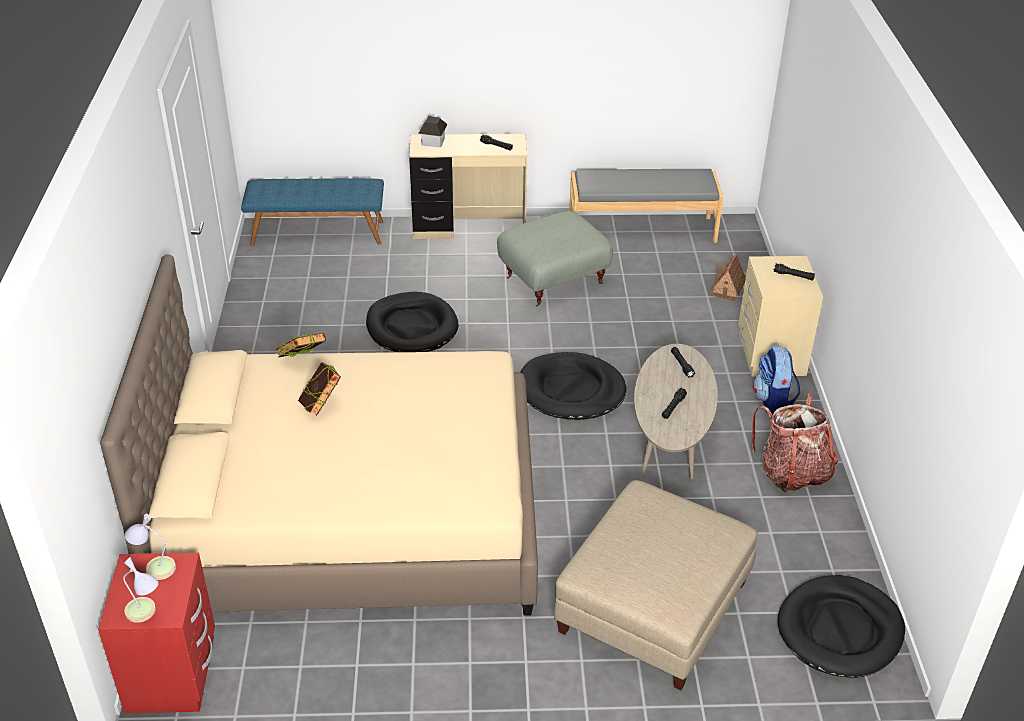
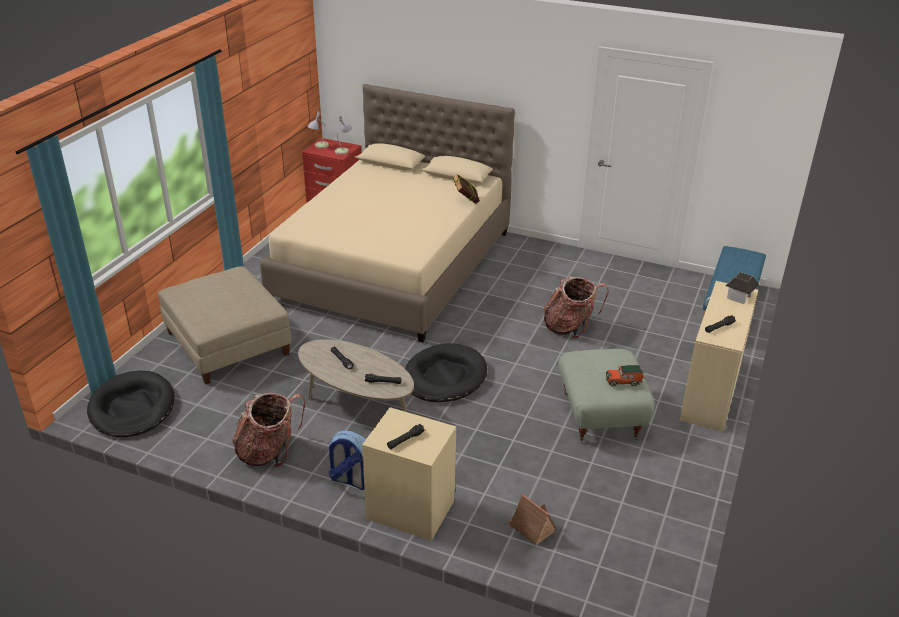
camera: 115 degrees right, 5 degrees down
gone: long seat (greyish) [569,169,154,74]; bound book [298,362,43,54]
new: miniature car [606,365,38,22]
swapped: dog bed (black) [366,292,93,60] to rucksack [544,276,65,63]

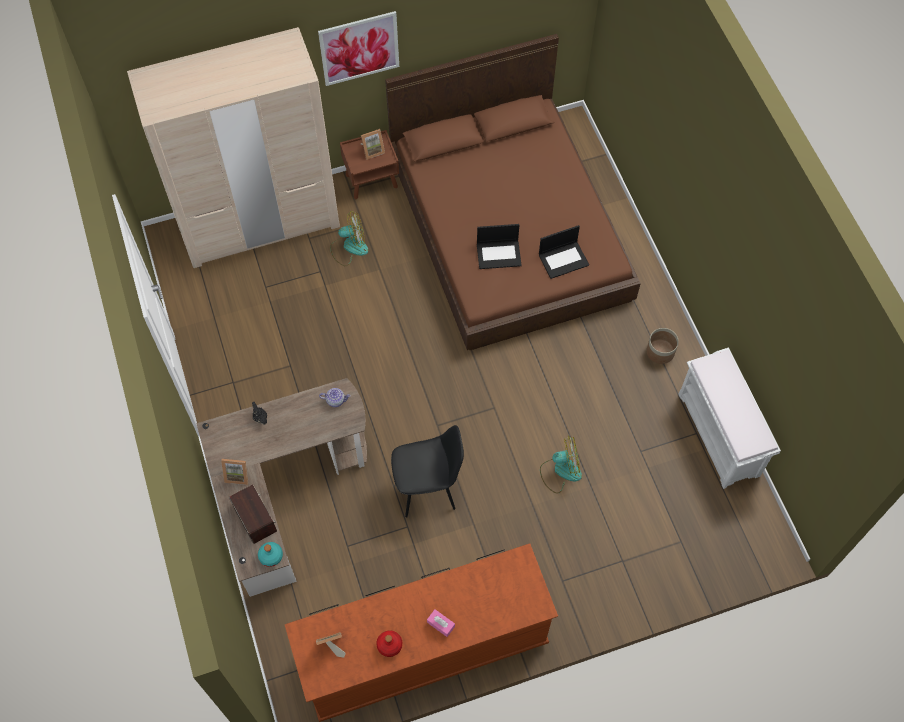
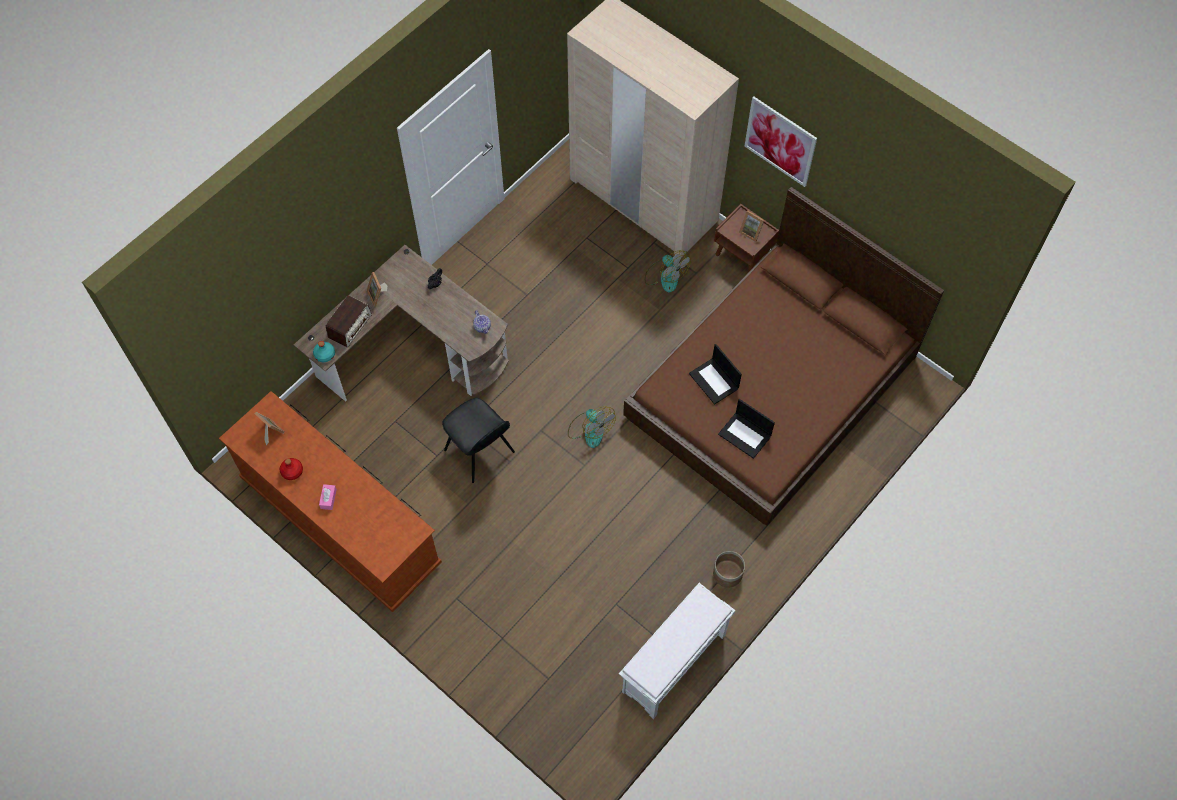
camera: 60 degrees right, 0 degrees up
shifted: electric fan [540,435,42,59] to [568,406,48,42]

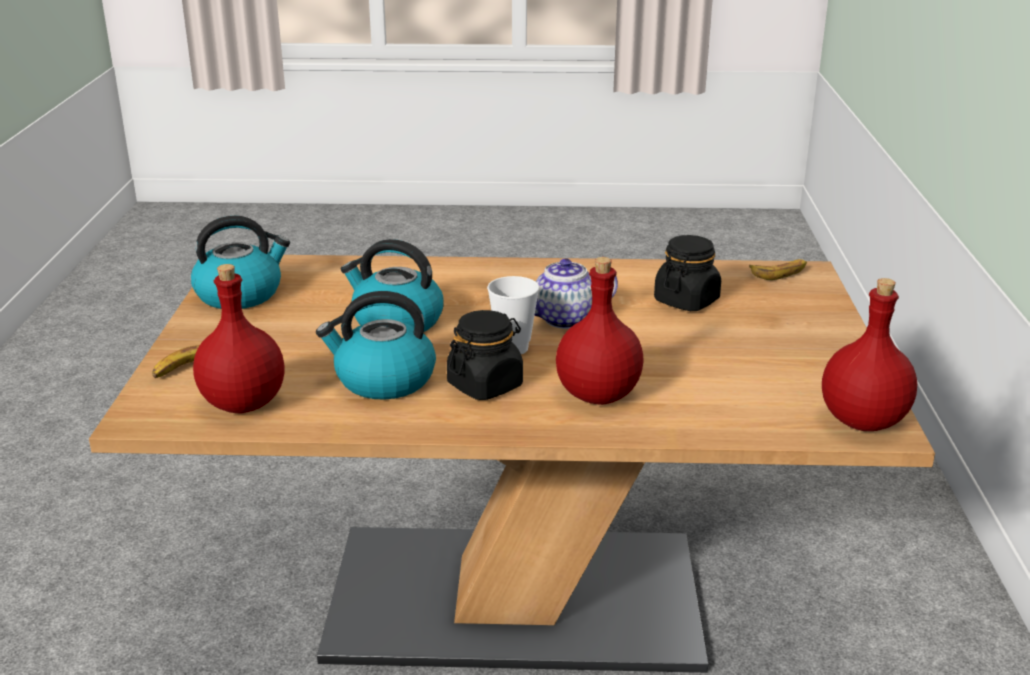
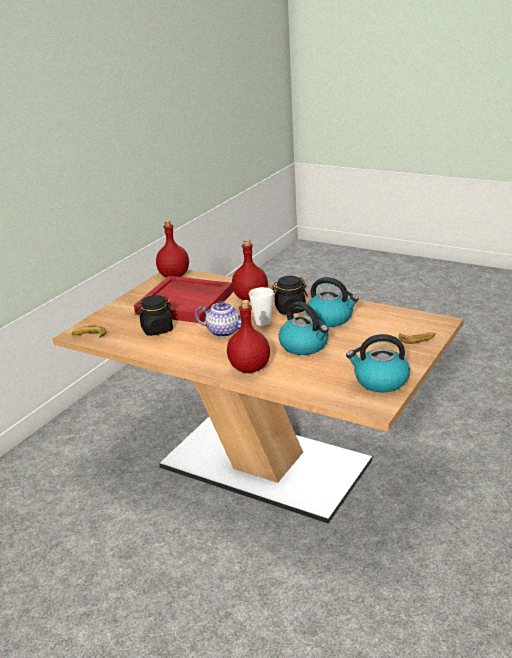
camera: 150 degrees left, 0 degrees up
new: carrying tray (red-coloured) [134,276,99,47]
shifted: drink bottle (red-coloured) [193,264,91,150] to [227,300,43,73]

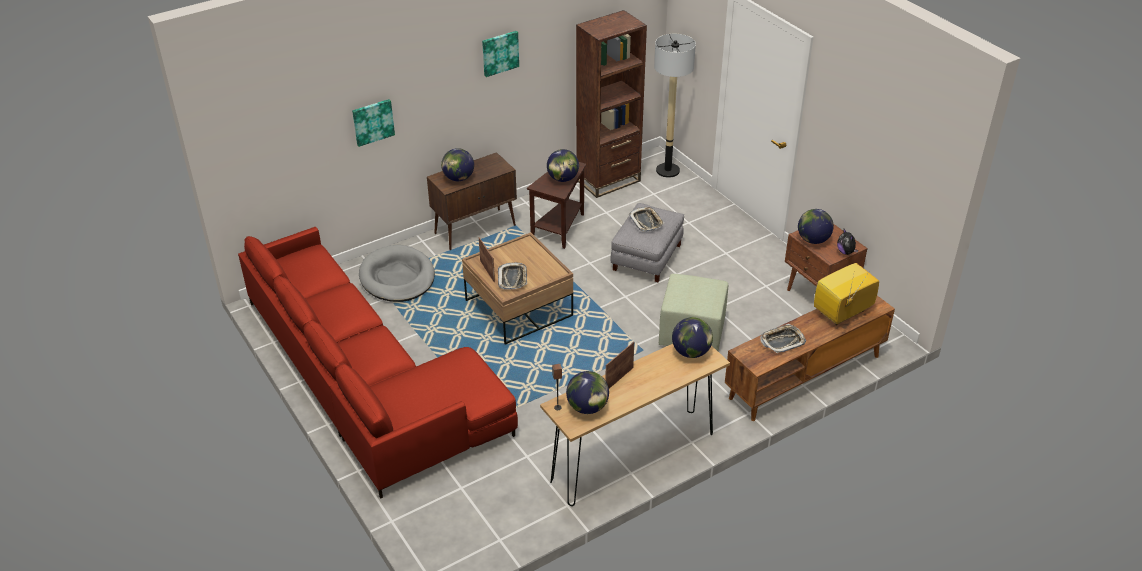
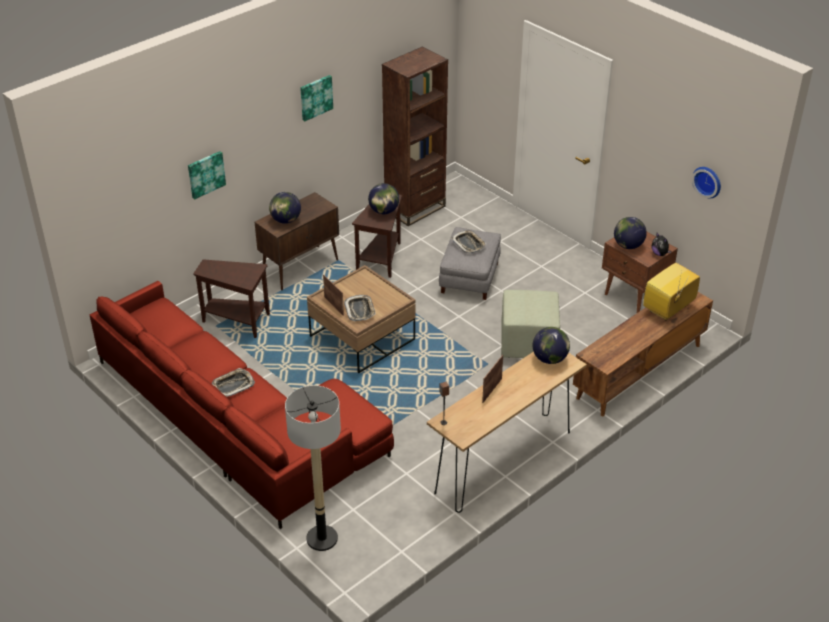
camera: 10 degrees left, 0 degrees up
gone: world globe [566,371,43,43]
new: hanging clock [692,167,29,31]
shifted: standing lamp [654,34,42,144] to [285,385,56,166]; carrying tray [760,324,46,29] to [211,368,44,29]
swapped: dog bed (greyish) [359,245,76,57] to side table (brownish) [193,260,77,78]

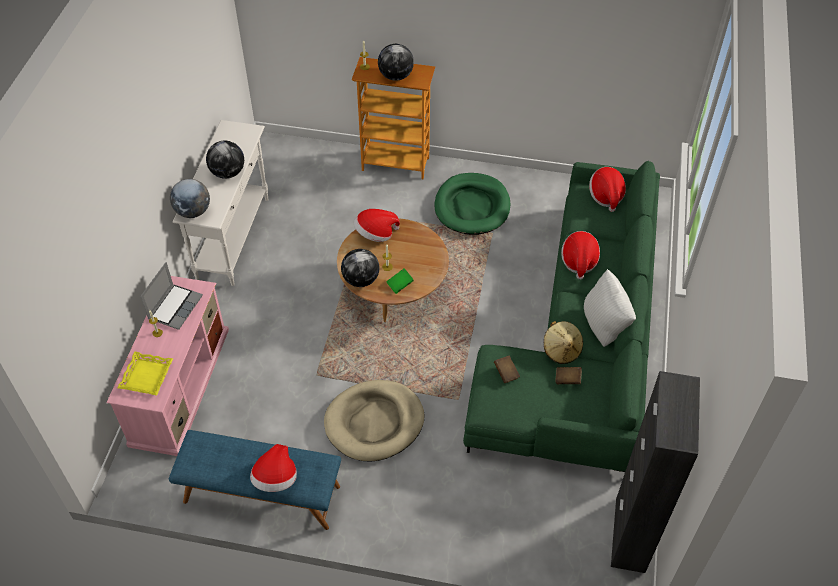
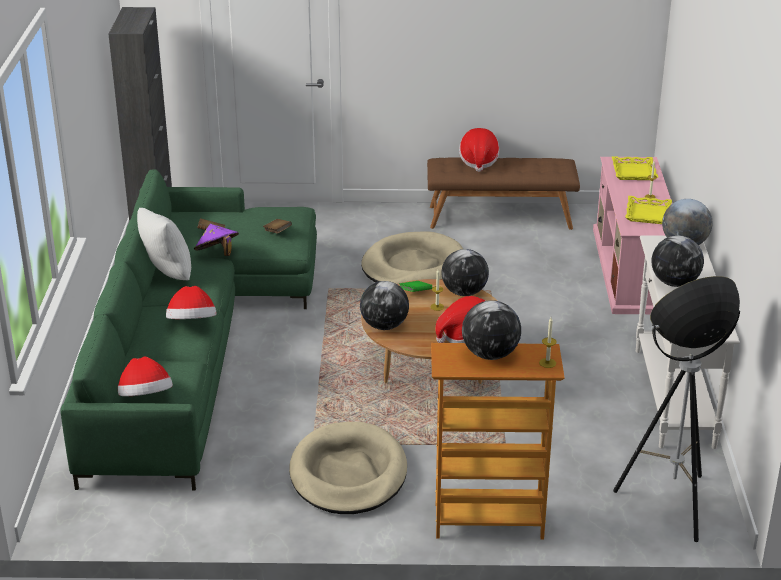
camera: 170 degrees right, 20 degrees down
new: standing lamp [613,276,127,266]; world globe [360,281,49,49]
swapped: laptop [140,262,63,68] to carrying tray (yellow-coloured) [625,196,47,28]
repainted: dog bed (greenish) [434,173,76,62] to dog bed (sand-coloured) [289,422,118,92]; hat (sand-coloured) [544,321,39,43] to hat (purplish) [194,224,45,32]; long seat (bluish) [169,430,172,100] to long seat (brownish) [427,157,153,73]

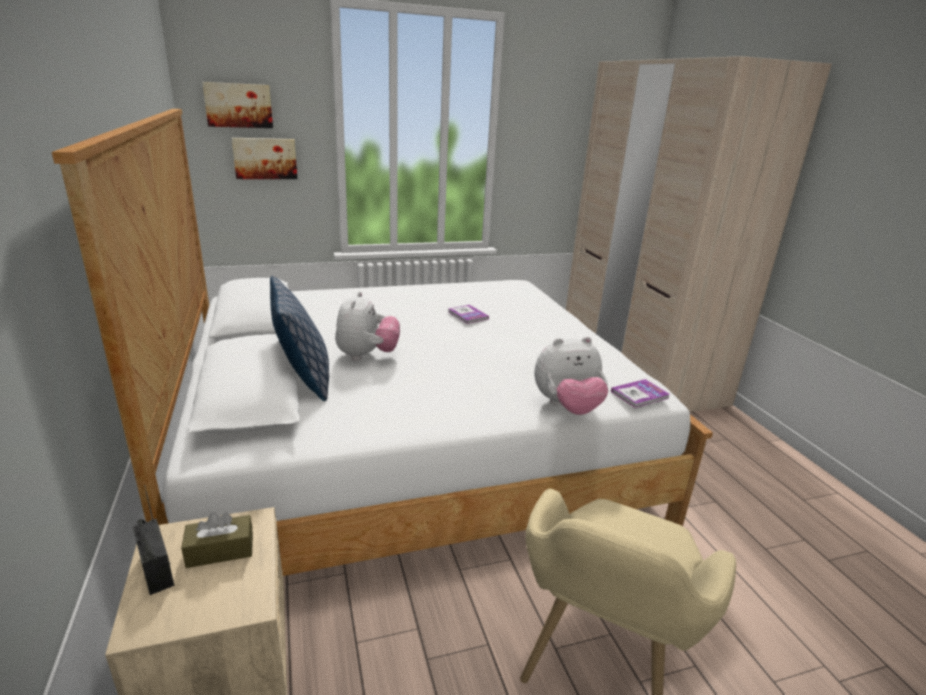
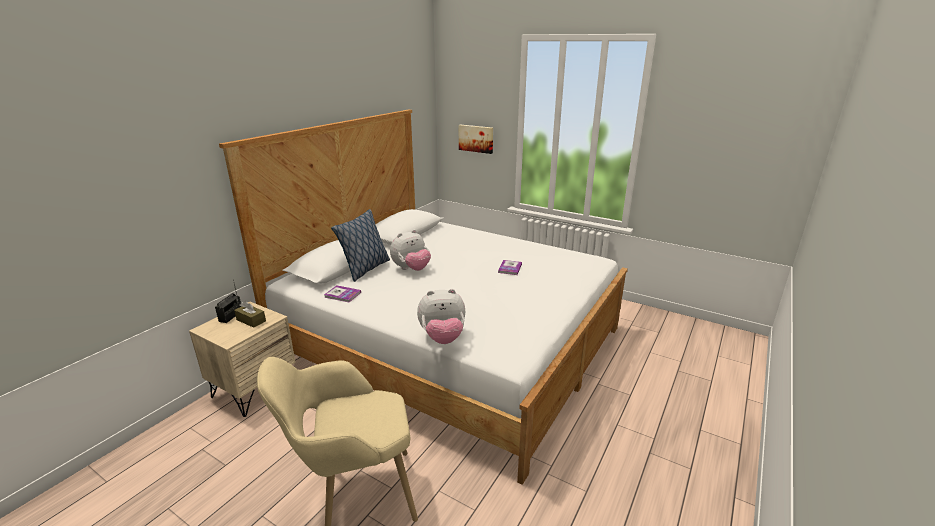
camera: 50 degrees right, 0 degrees up
gone: wardrobe (sand-coloured) [566,56,266,356]; picture [202,82,71,46]
shifted: bound book [611,379,59,29] to [324,285,37,17]
rotated: soft toy [534,337,74,78] = [417,289,48,55] 45 degrees counterclockwise

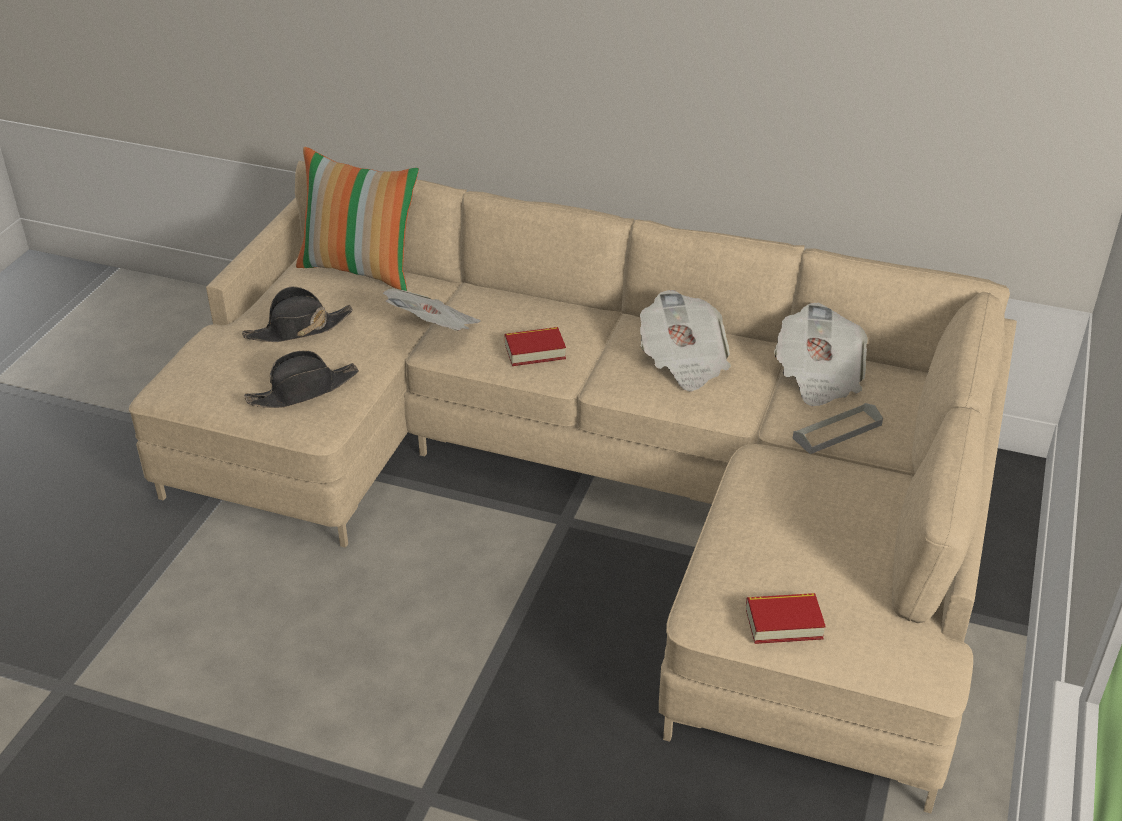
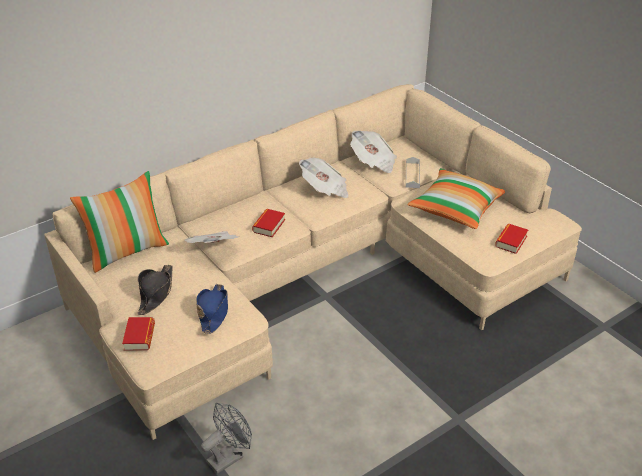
camera: 55 degrees left, 0 degrees up
new: throw pillow [407,168,98,61]; bound book [122,317,33,34]; electric fan (greyish) [201,403,51,71]
repainted: hat (black) [244,351,115,57] to hat (bluish) [196,284,32,50]

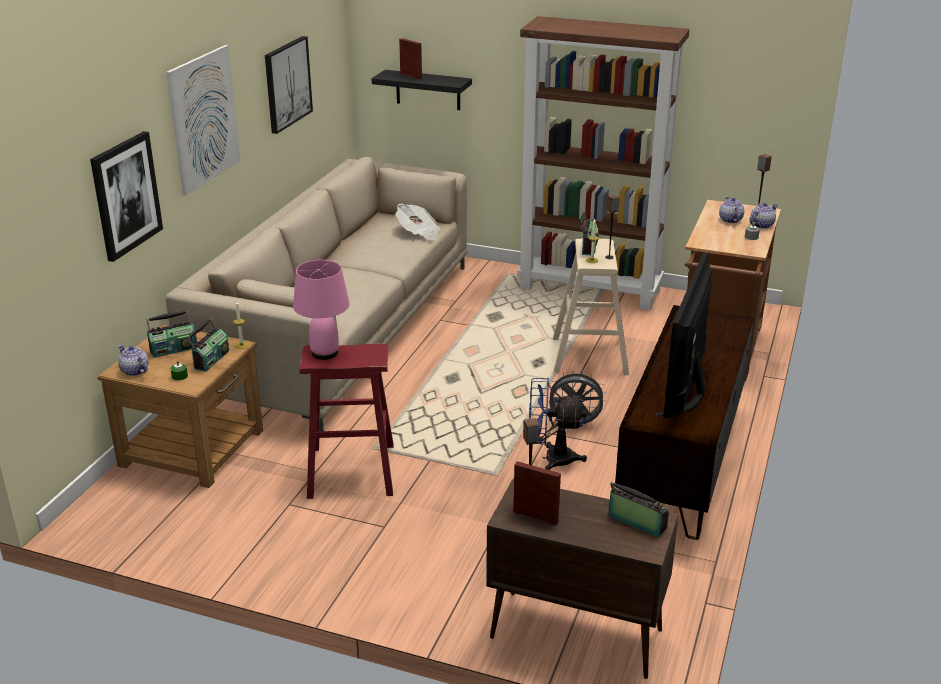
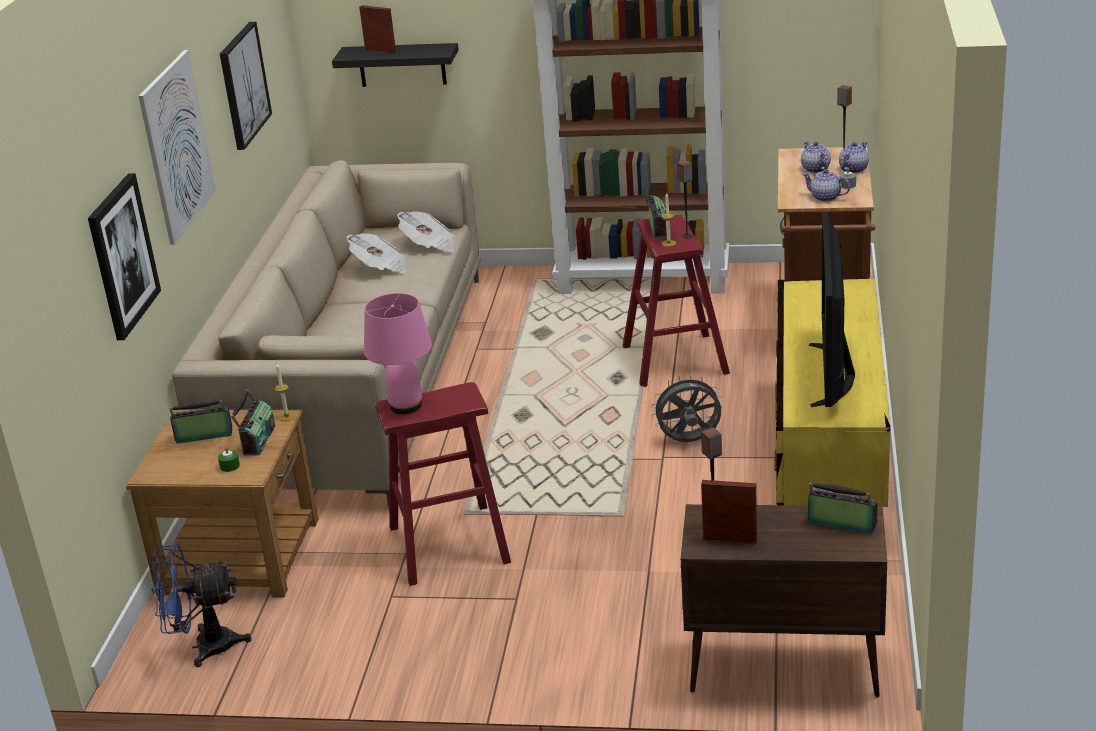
camera: 10 degrees left, 0 degrees up
new: printed paper [346,233,60,40]
shifted: tea pot [118,345,30,31] to [802,169,48,33]; electric fan (bluish) [529,378,58,92] to [150,543,102,124]
repainted: sitting stool (sand-coloured) [553,238,76,137] to sitting stool (red-coloured) [623,215,107,172]; tv stand (brownish) [615,305,139,235] to tv stand (yellow-coloured) [774,279,116,228]
rotated: radio receiver [146,311,51,47] = [170,400,62,44] 150 degrees counterclockwise

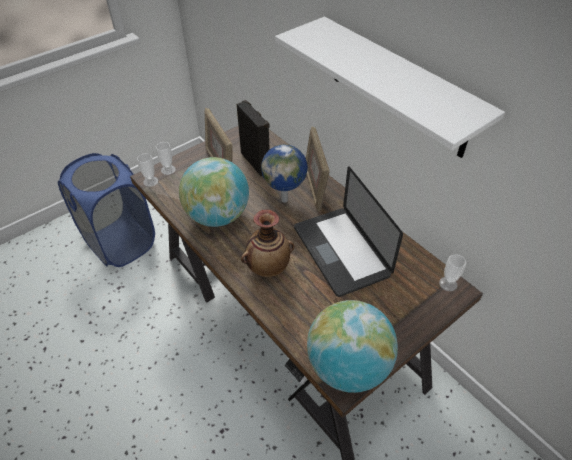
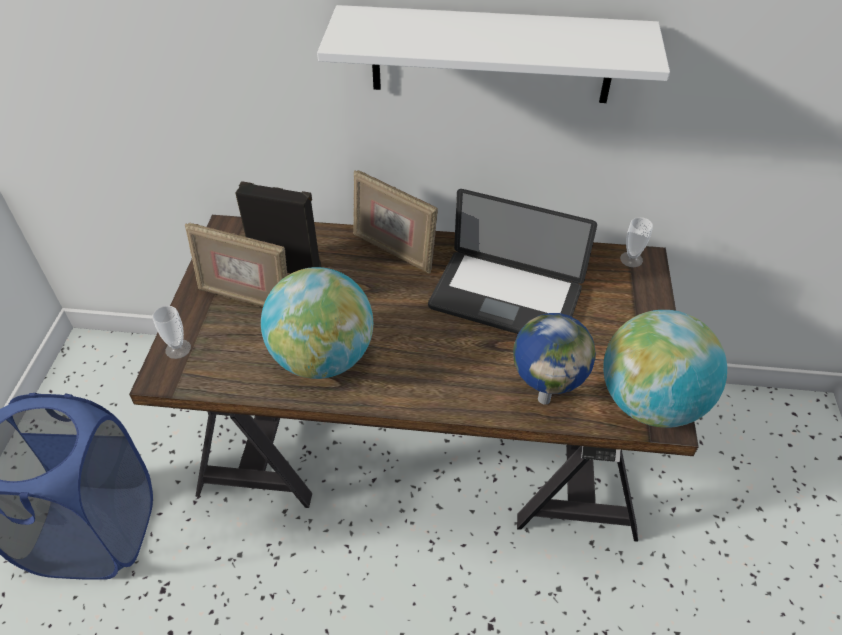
camera: 45 degrees left, 0 degrees up
gone: drinking cup [137,153,21,34]; decorative vase [241,209,53,68]
shifted: world globe [261,144,47,59] to [513,313,83,92]

